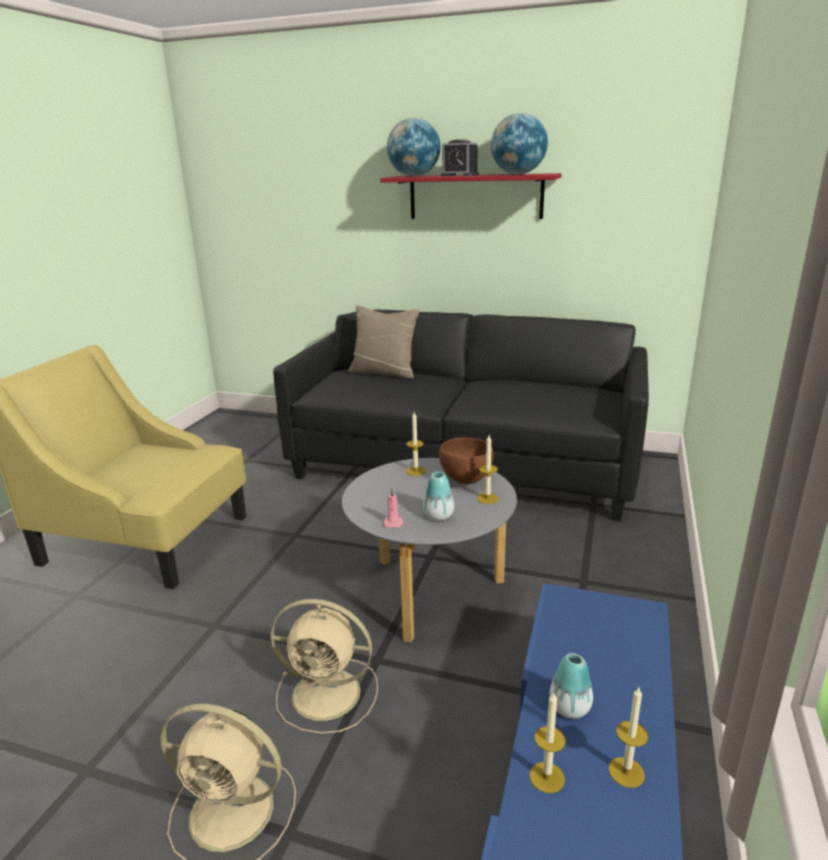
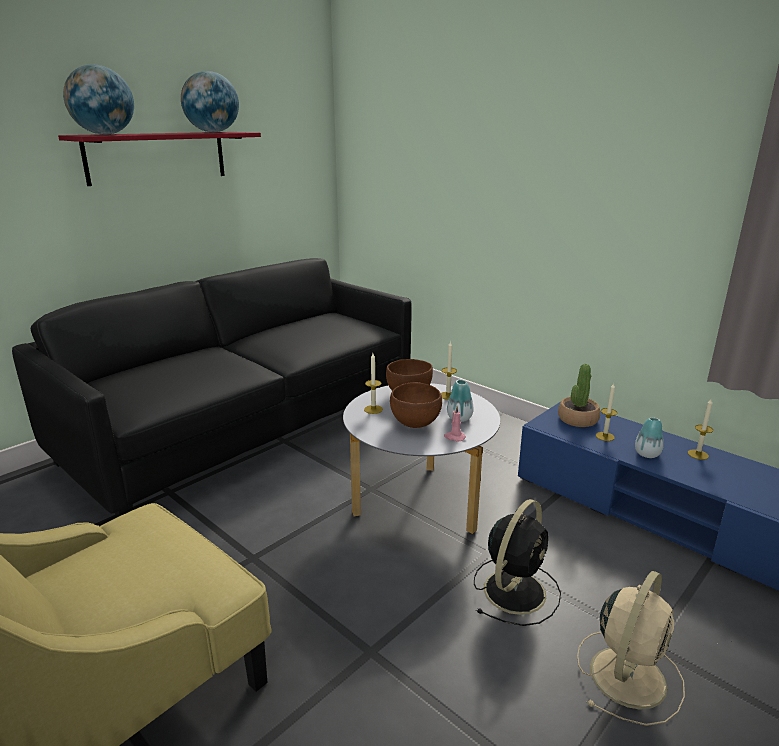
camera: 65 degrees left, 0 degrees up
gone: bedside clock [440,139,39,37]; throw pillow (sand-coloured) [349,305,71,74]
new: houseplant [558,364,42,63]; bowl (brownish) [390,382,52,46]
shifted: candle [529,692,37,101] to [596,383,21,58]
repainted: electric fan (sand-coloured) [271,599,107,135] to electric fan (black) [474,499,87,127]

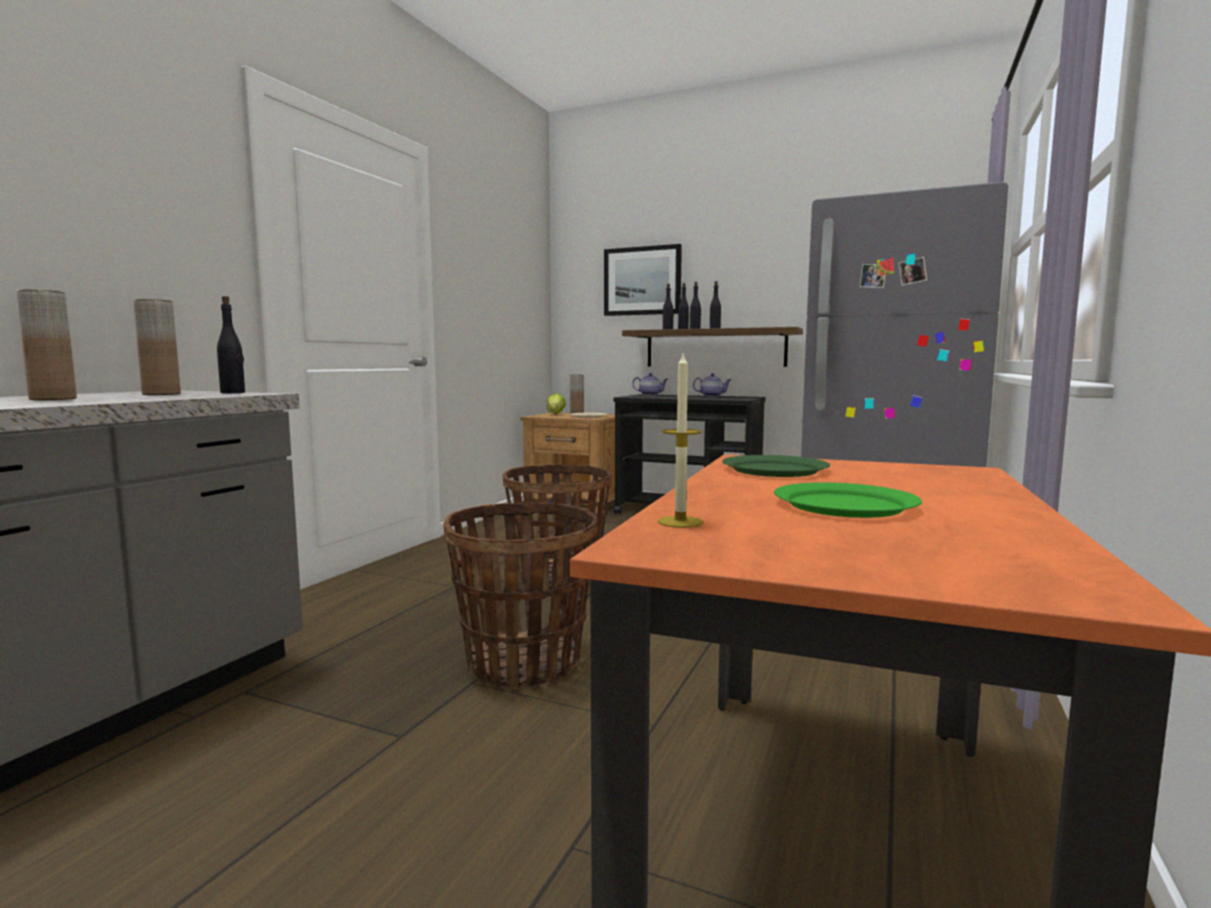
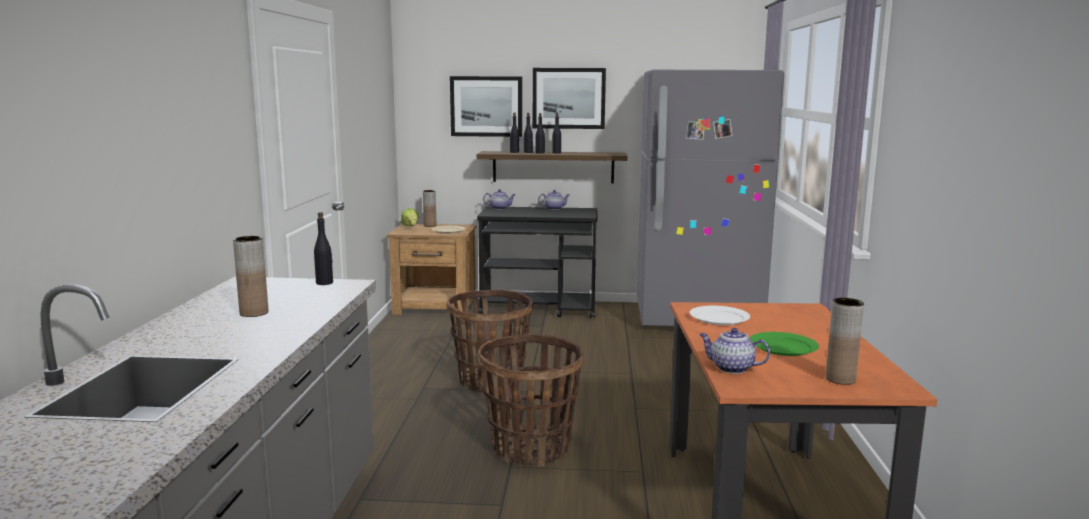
camera: 20 degrees left, 5 degrees up
new: picture [533,68,73,61]
shifted: decorative vase (brownish) [133,299,48,96] to [825,298,39,87]
swapped: candle [658,354,45,174] to tea pot [699,328,71,46]
repainted: flat dish (greenish) [722,455,108,22] to flat dish (white) [690,306,60,19]

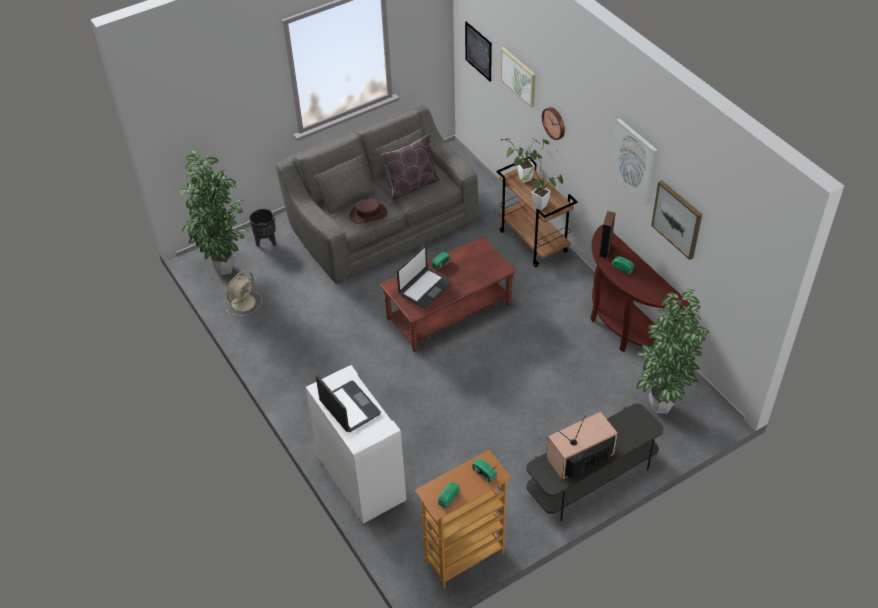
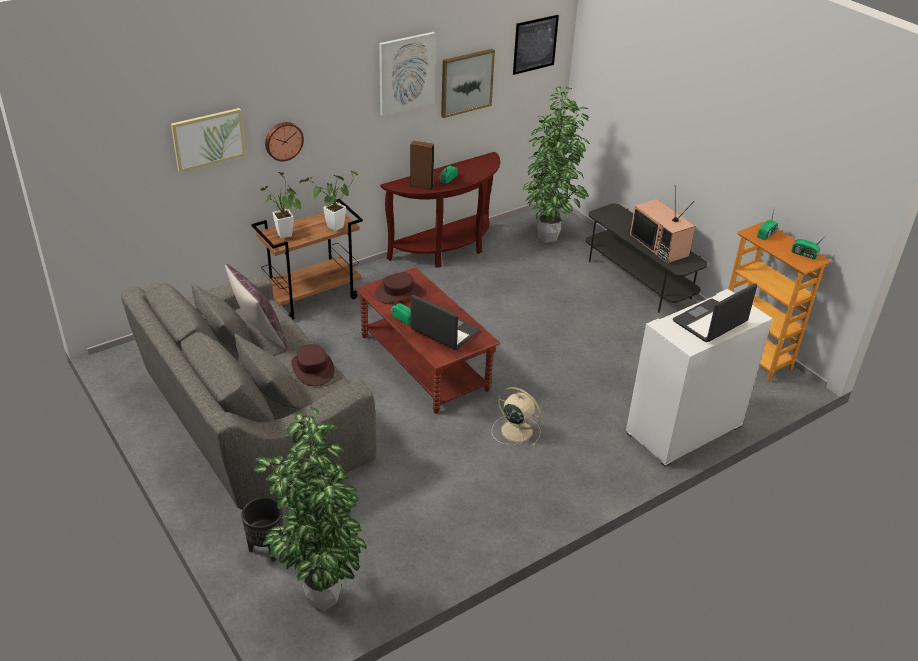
camera: 95 degrees left, 10 degrees down
new: hat (brownish) [375,272,47,31]
shifted: picture [465,22,27,60] to [513,15,46,60]; electric fan (sand-coloured) [226,270,36,46] to [492,387,49,59]

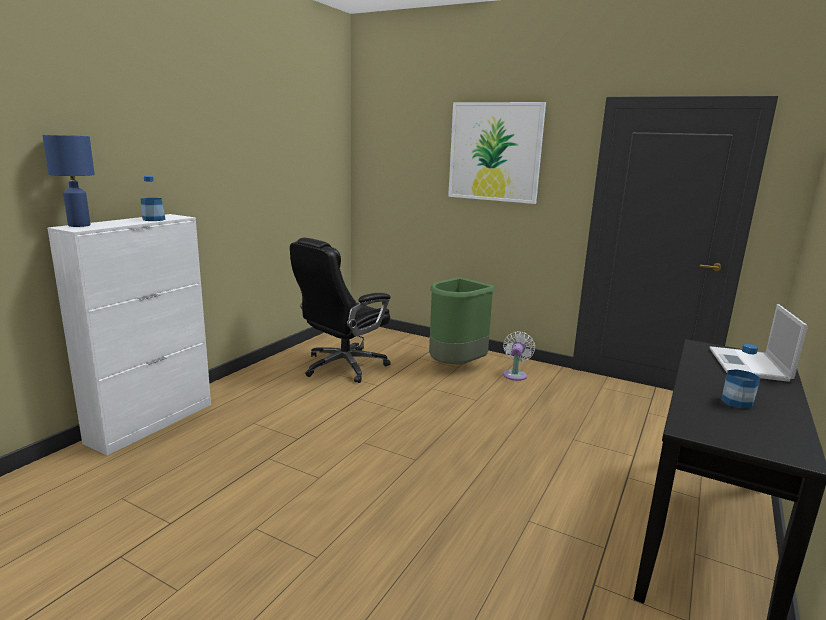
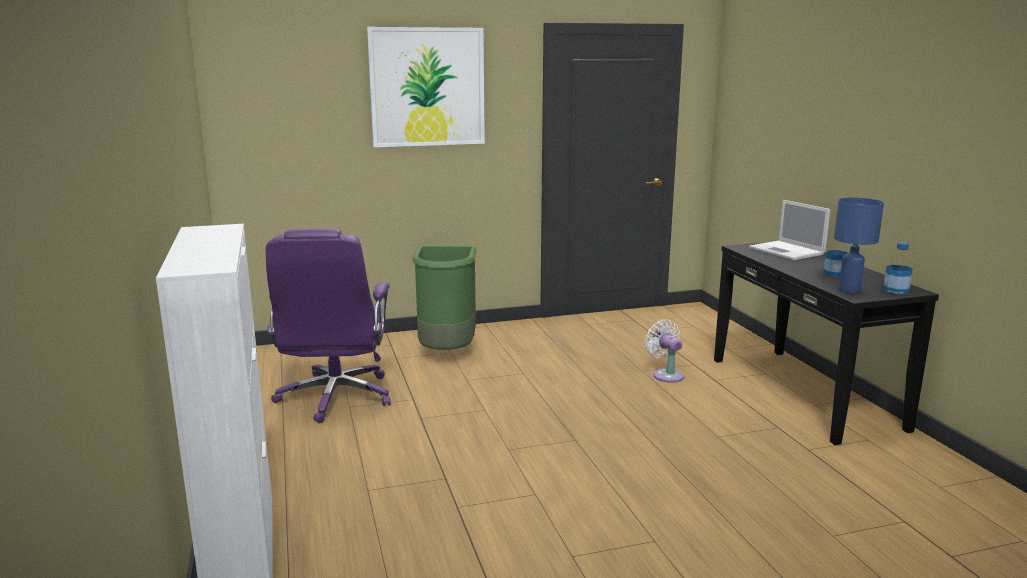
camera: 45 degrees left, 0 degrees up
shifted: table lamp (bluish) [42,135,53,92] to [834,197,50,96]; drink bottle [140,176,26,45] to [883,242,30,52]; electric fan (white) [503,331,32,50] to [645,319,39,64]
repainted: computer chair (black) [290,238,101,145] to computer chair (purplish) [266,228,125,195]

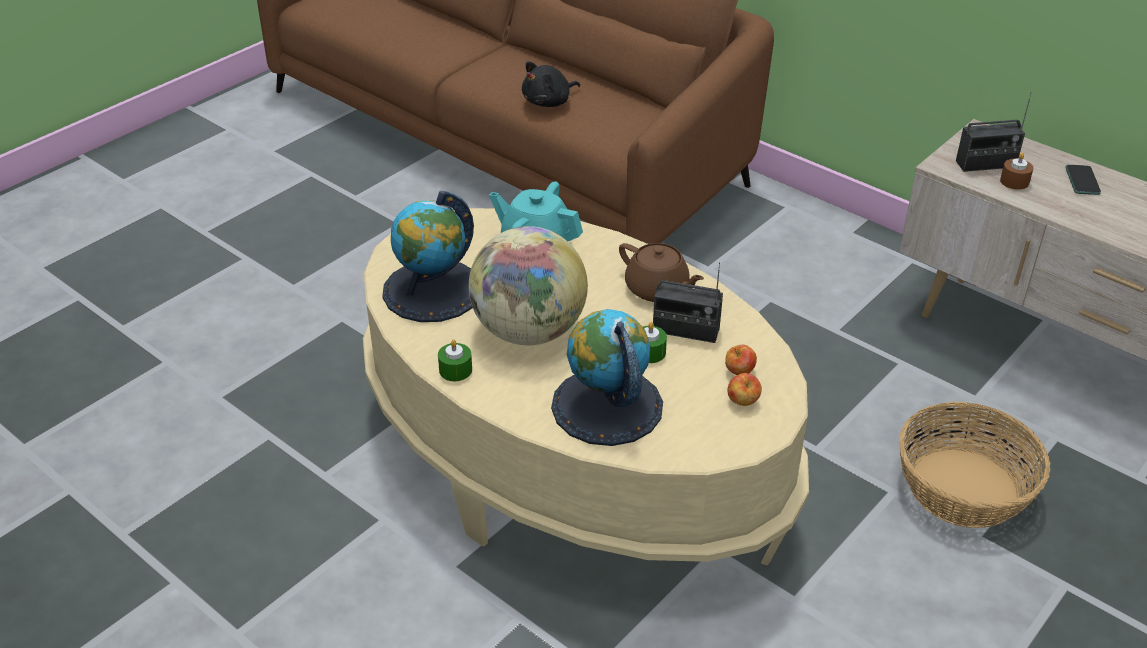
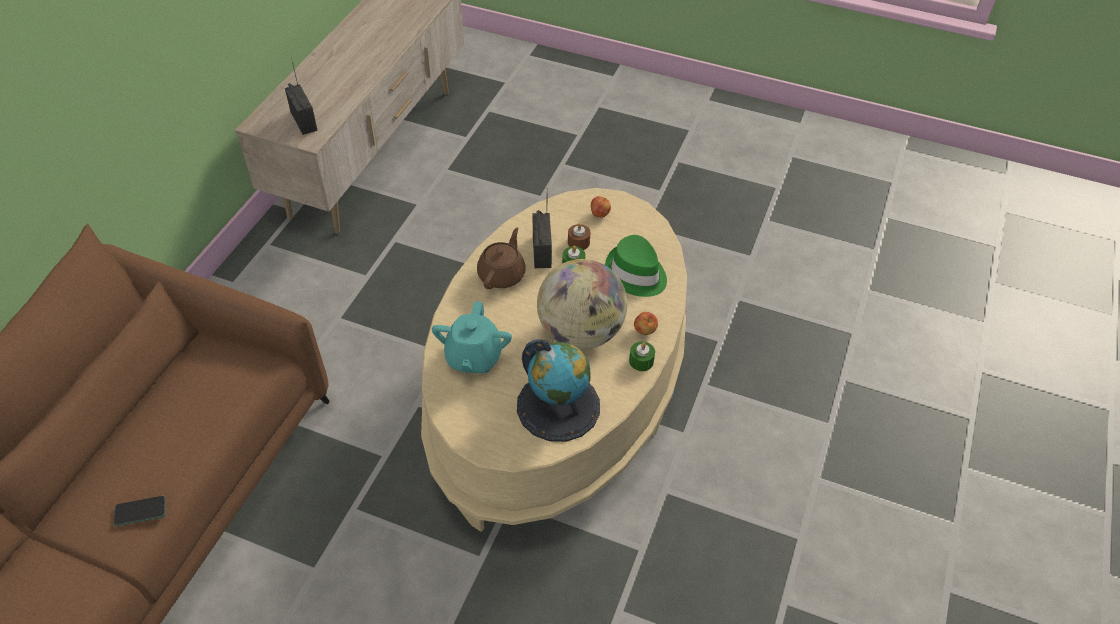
camera: 110 degrees left, 10 degrees up
gone: soft toy (black) [522,61,58,46]; storage basket [899,401,151,127]
shifted: candle (brownish) [1000,153,34,37] to [568,223,22,27]; phone [1065,165,36,30] to [114,496,52,30]; apple [725,345,32,30] to [634,312,24,23]
swapped: world globe [551,309,112,137] to hat (greenish) [605,235,62,62]

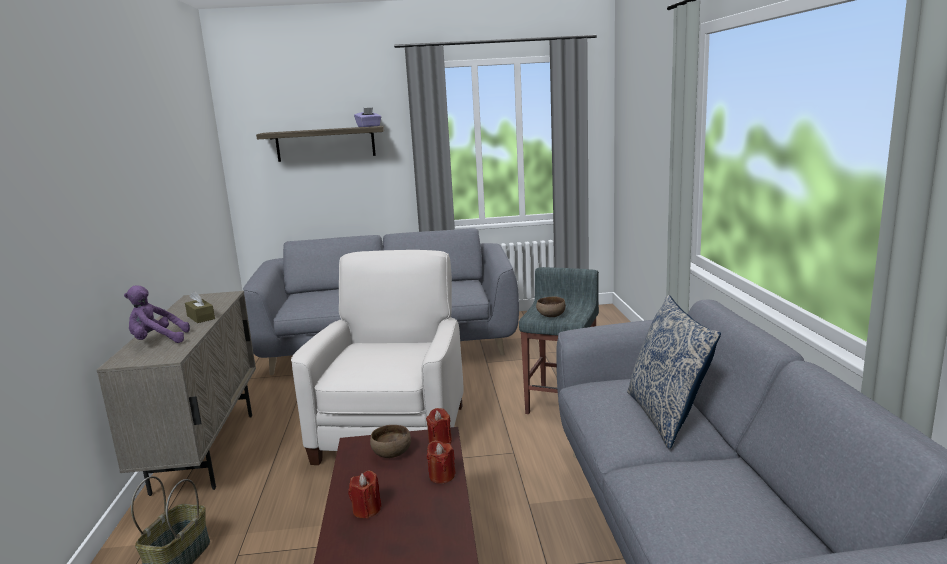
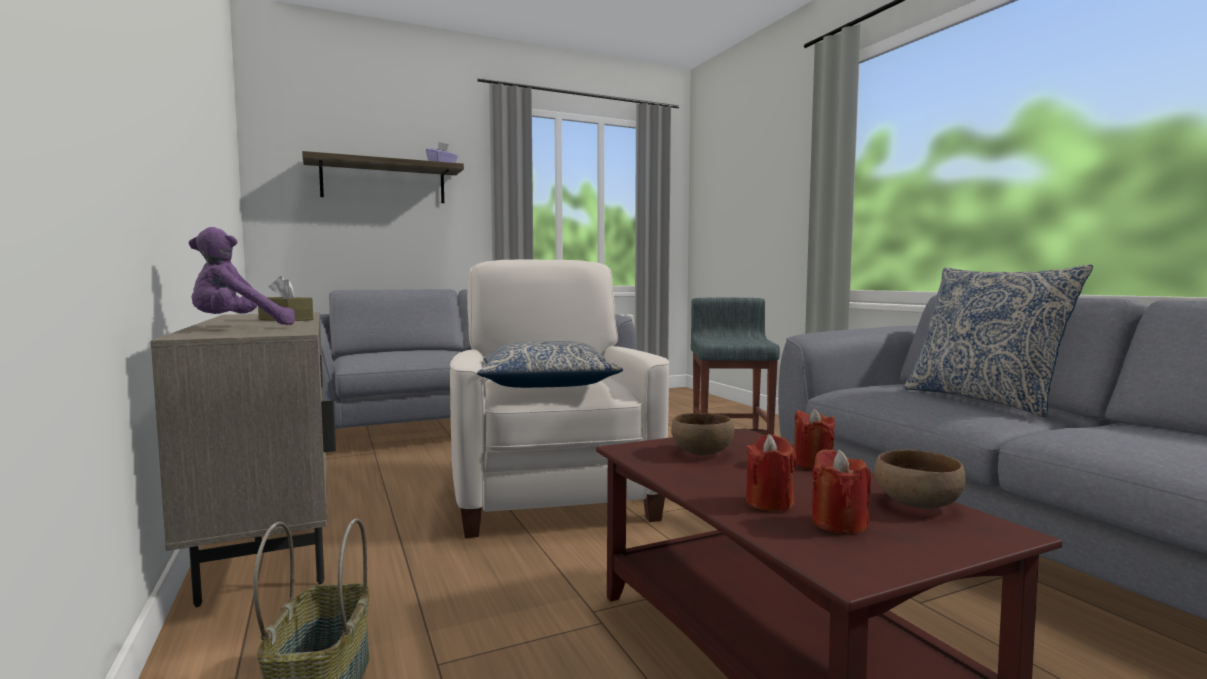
camera: 20 degrees left, 10 degrees down
new: throw pillow [477,341,146,47]
shifted: bowl (brownish) [536,297,30,20] to [874,450,91,59]; candle (red-coloured) [426,408,26,36] to [812,449,59,85]

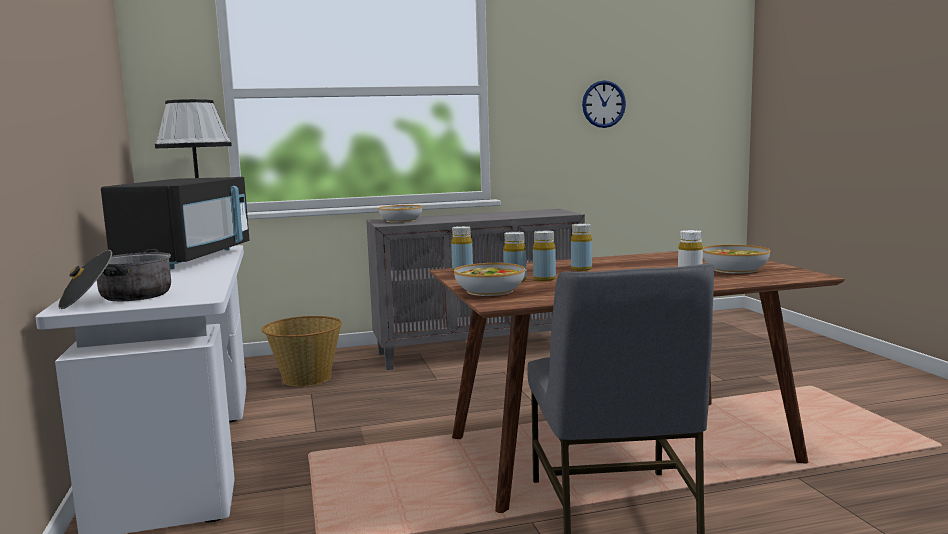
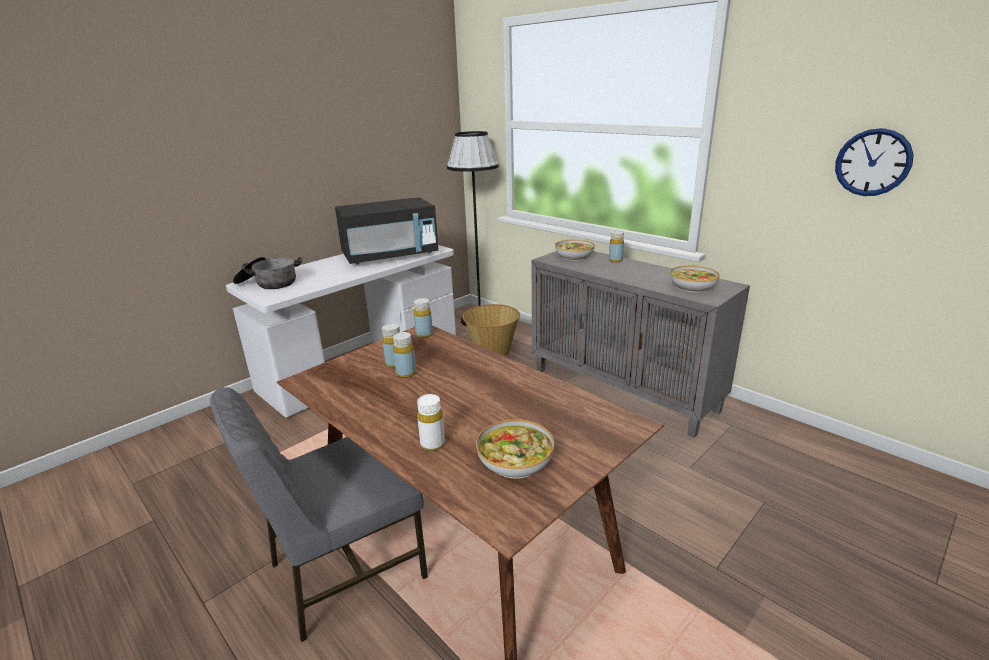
camera: 60 degrees right, 15 degrees up
shifted: drink bottle (yellow-coloured) [571,224,21,47] to [609,231,15,32]; bowl [454,263,71,33] to [670,266,50,26]

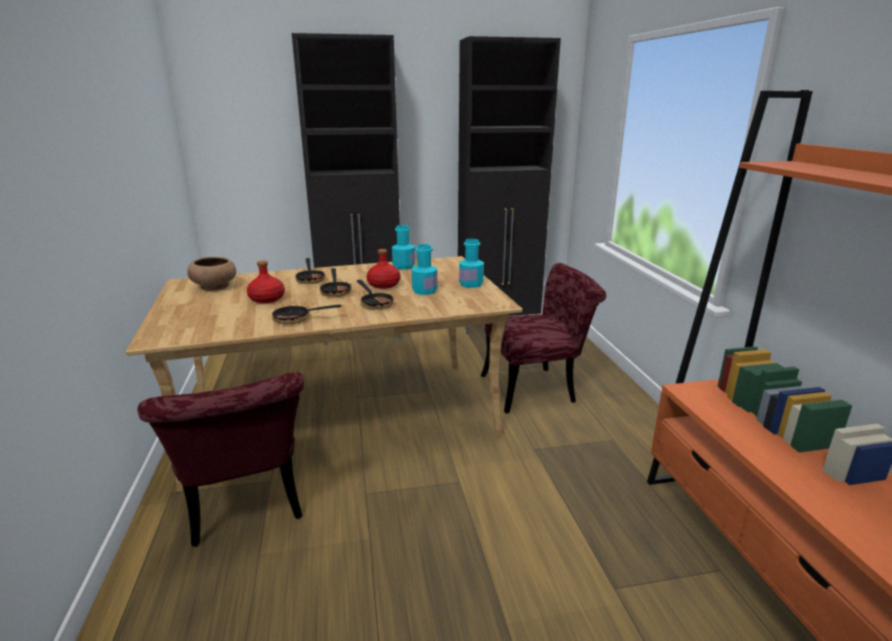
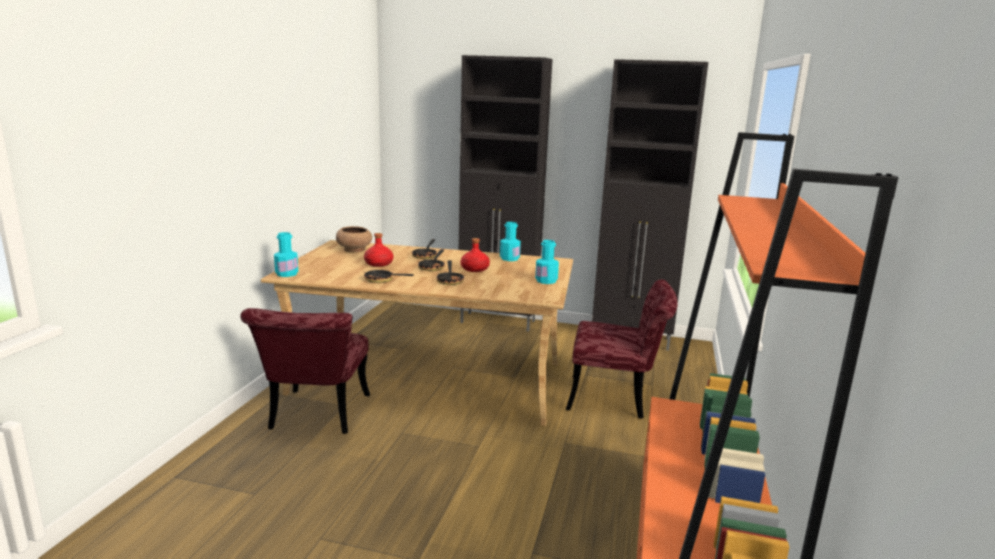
camera: 25 degrees right, 5 degrees down
shifted: drink bottle (turquoise-coloured) [412,244,25,51] to [274,232,24,45]

